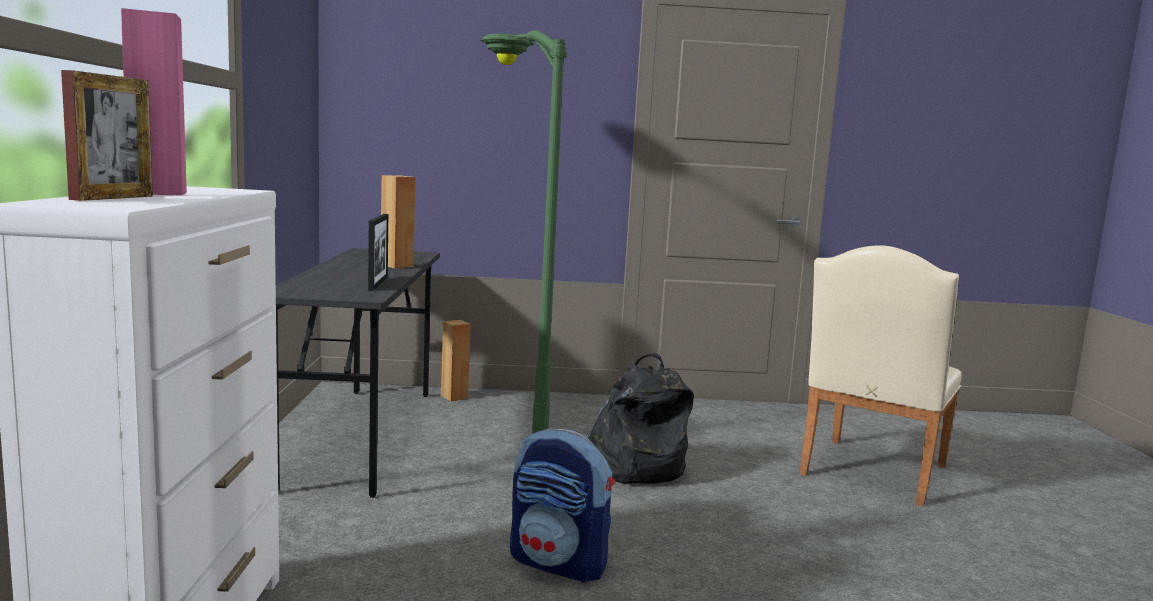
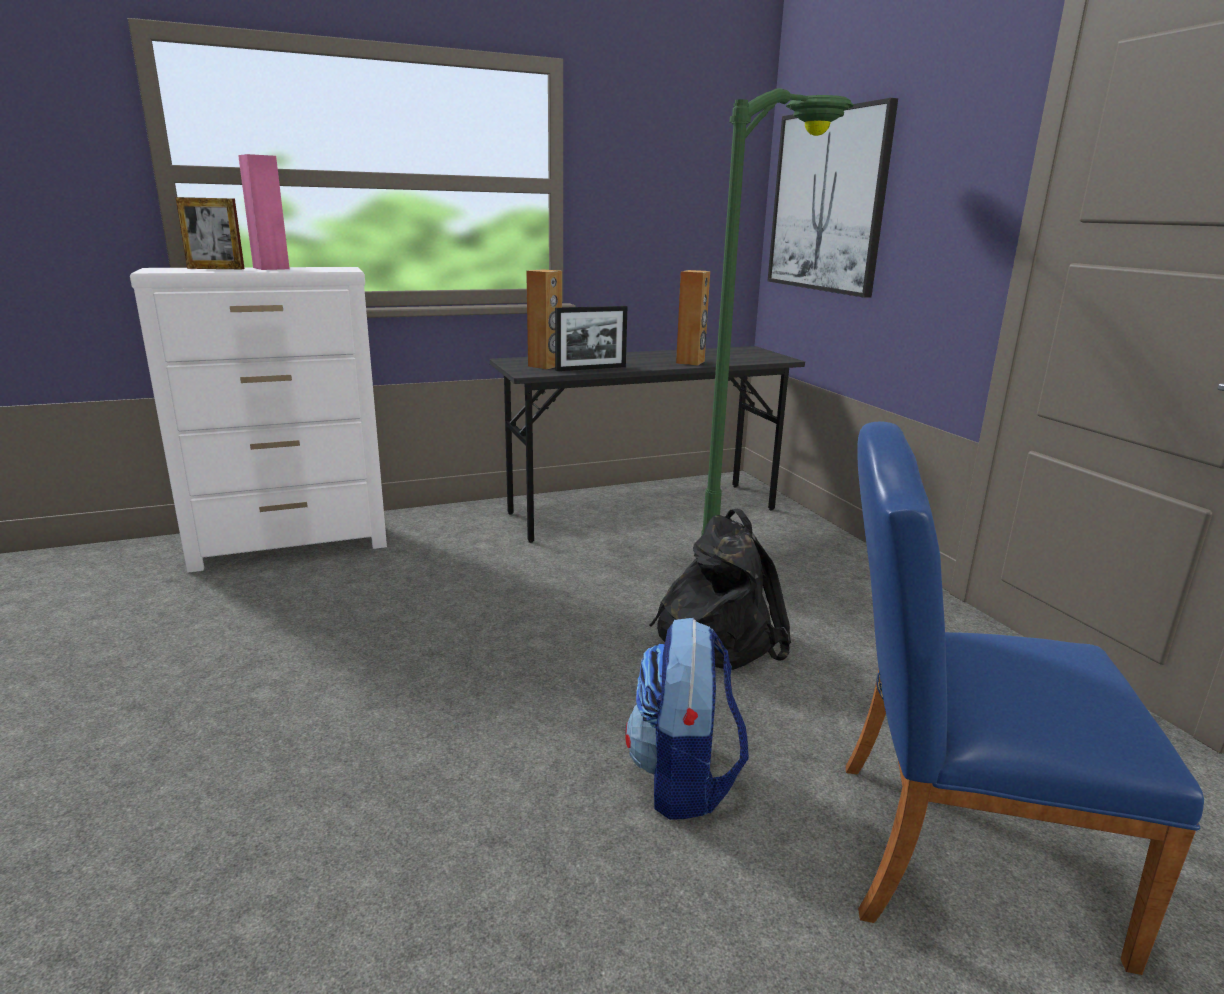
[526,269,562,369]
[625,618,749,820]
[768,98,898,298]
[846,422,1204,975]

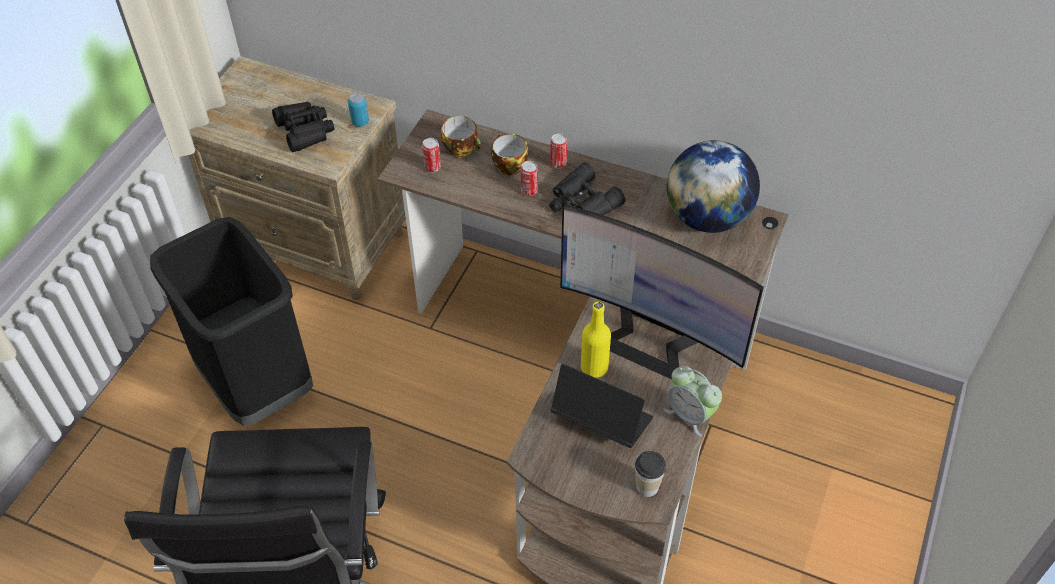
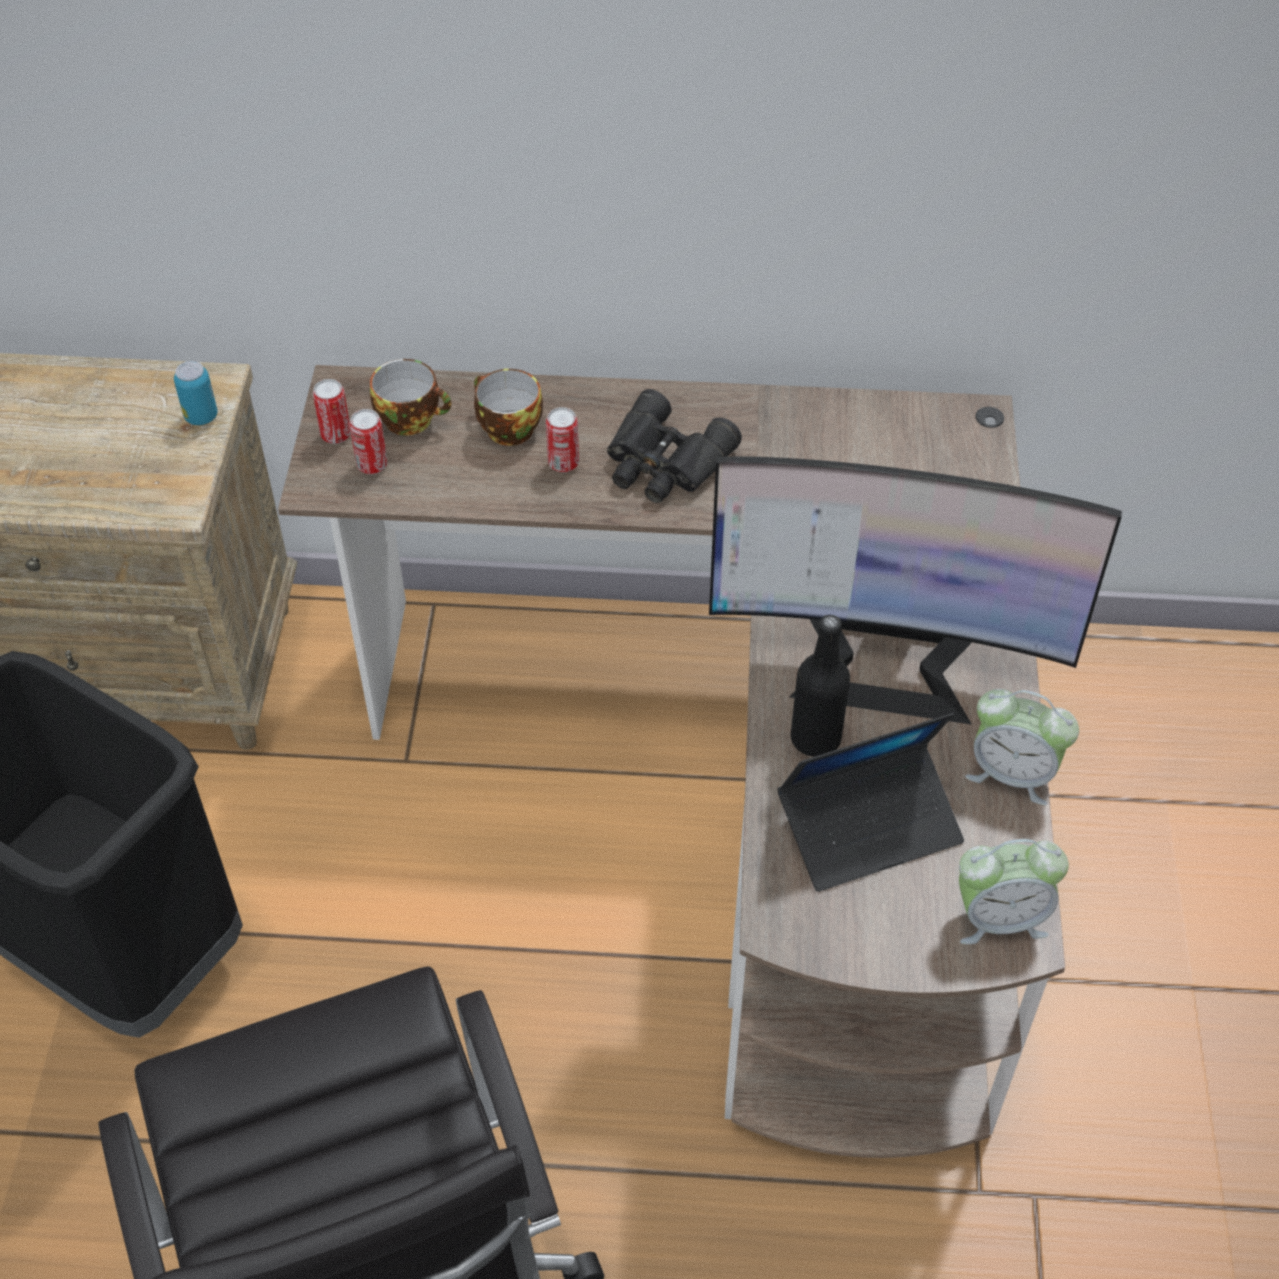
[313,379,351,444]
[777,713,964,892]
[790,615,850,757]
[959,839,1069,944]
[272,101,334,152] (first image)
[667,140,760,233] (first image)

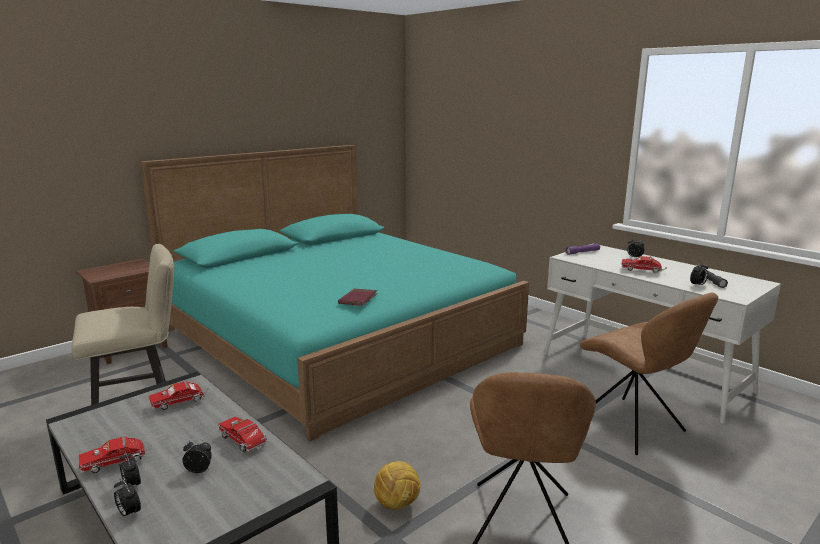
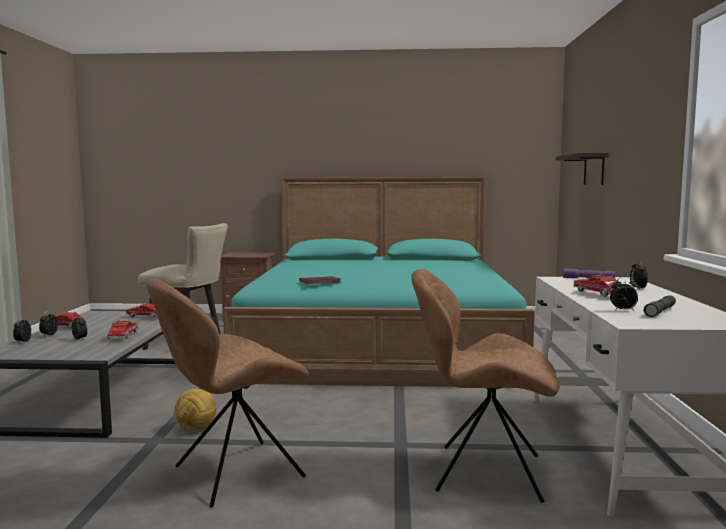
[411,269,559,503]
[556,152,609,185]

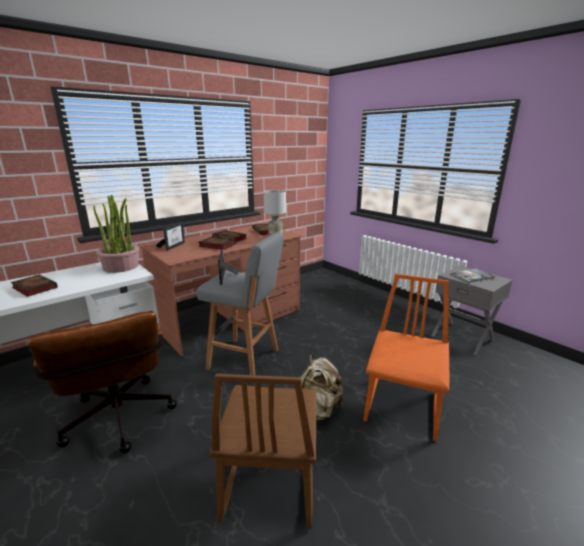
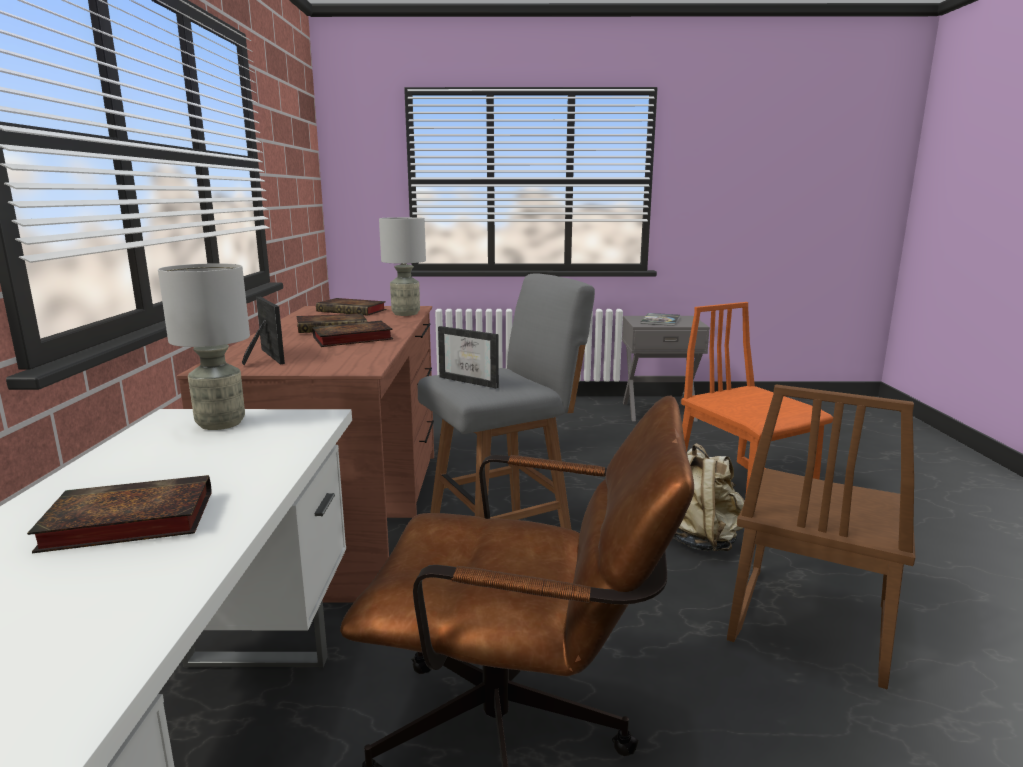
[158,263,250,430]
[727,384,916,689]

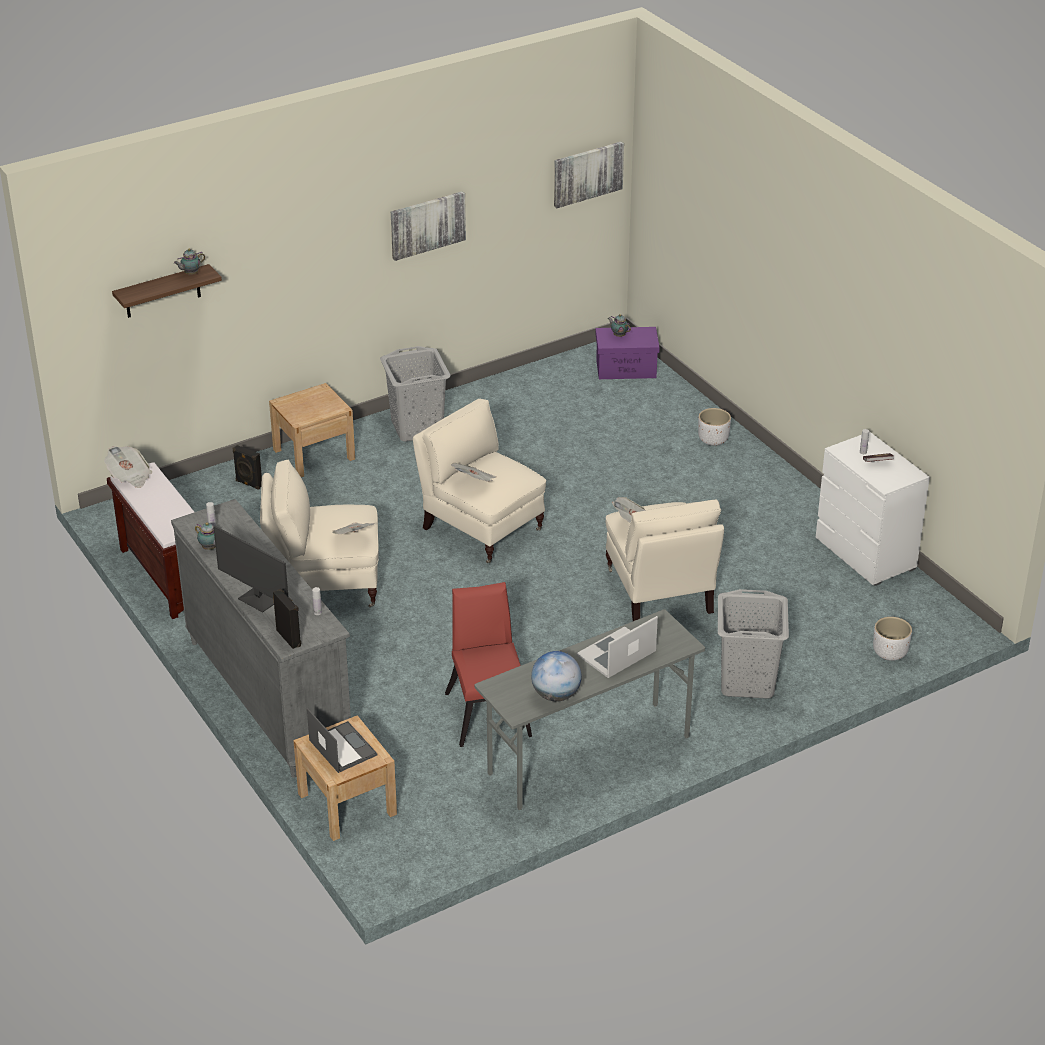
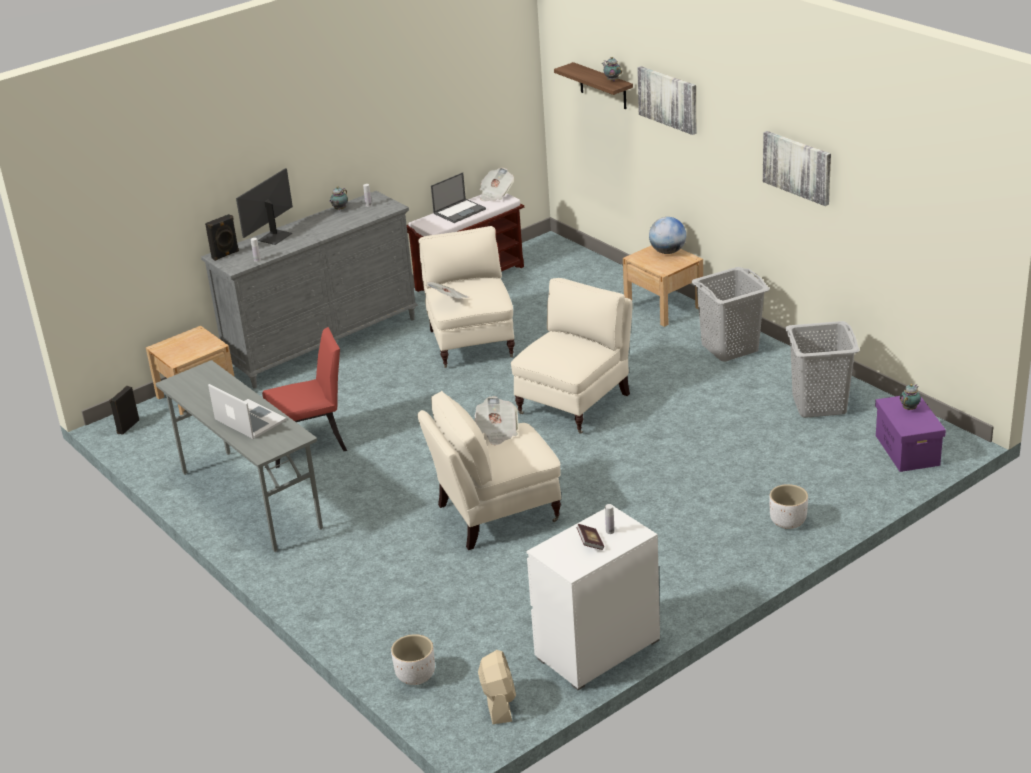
[109,386,139,435]
[431,173,486,223]
[478,650,516,724]
[637,66,696,135]
[649,217,686,254]
[785,321,860,418]
[451,463,496,482] (first image)

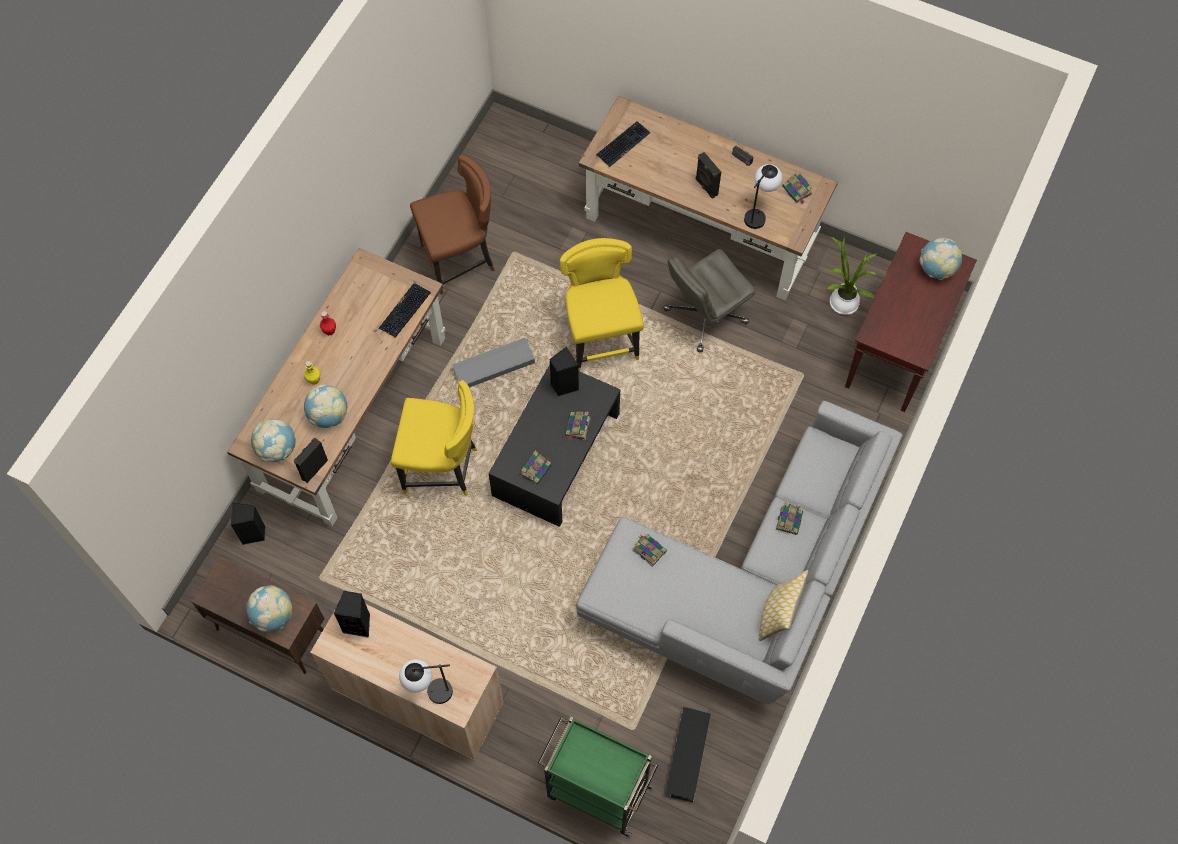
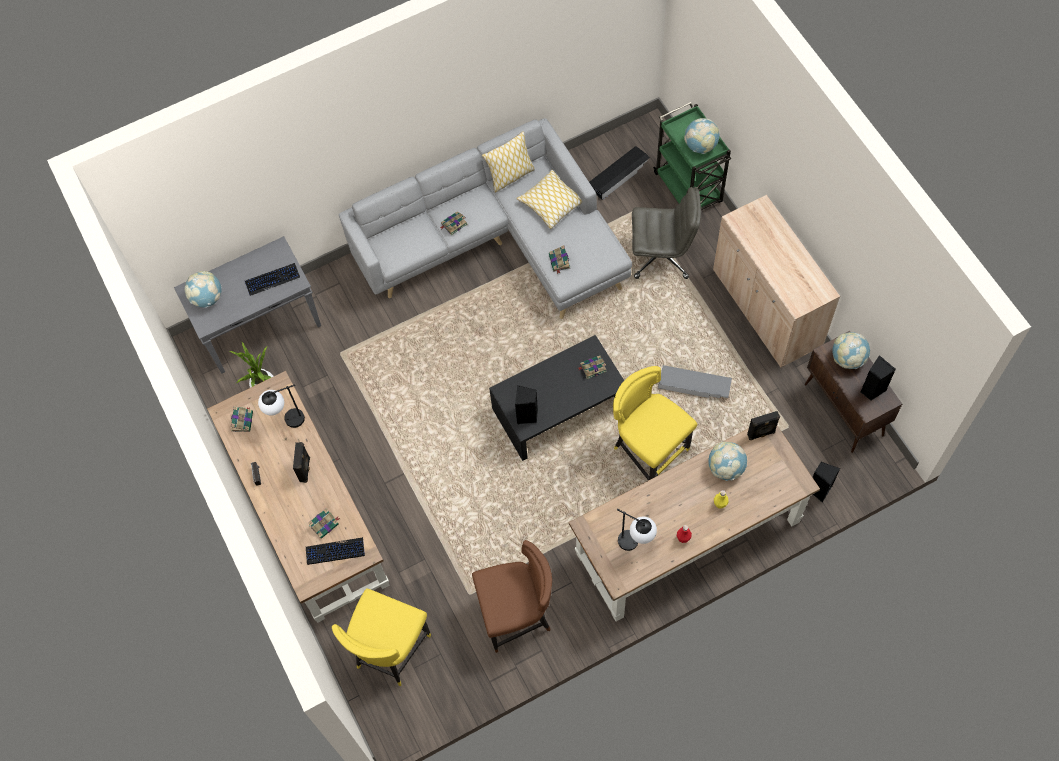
[174,236,321,373]
[245,263,300,296]
[308,508,340,539]
[332,588,431,686]
[472,540,552,653]
[516,170,582,229]
[617,509,657,551]
[632,187,701,279]
[658,365,732,398]
[684,118,719,154]
[861,355,896,401]

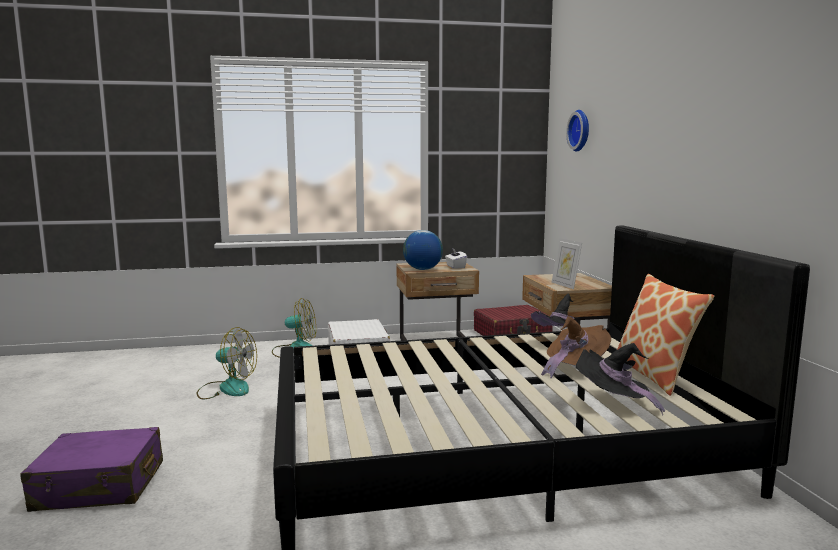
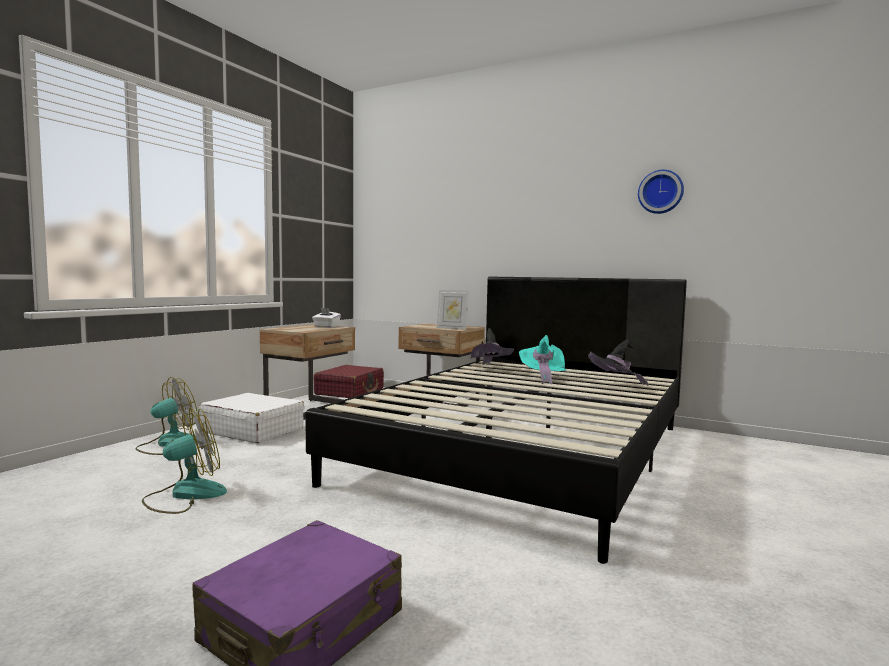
[519,335,566,384]
[638,170,684,214]
[403,230,443,270] (first image)
[617,274,714,396] (first image)

